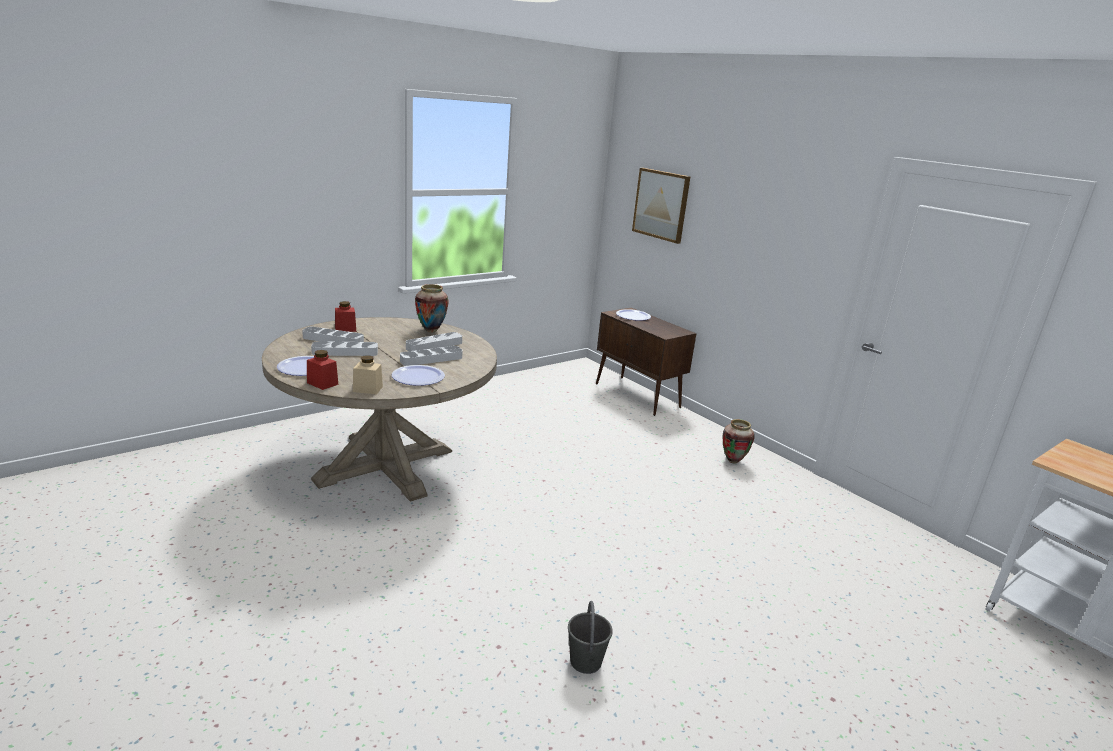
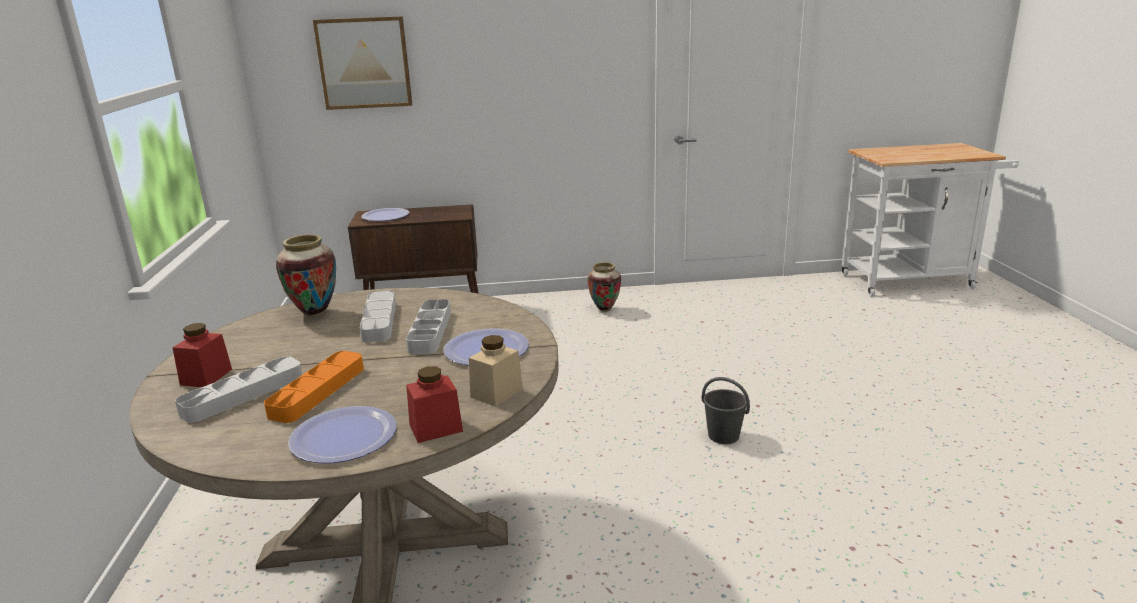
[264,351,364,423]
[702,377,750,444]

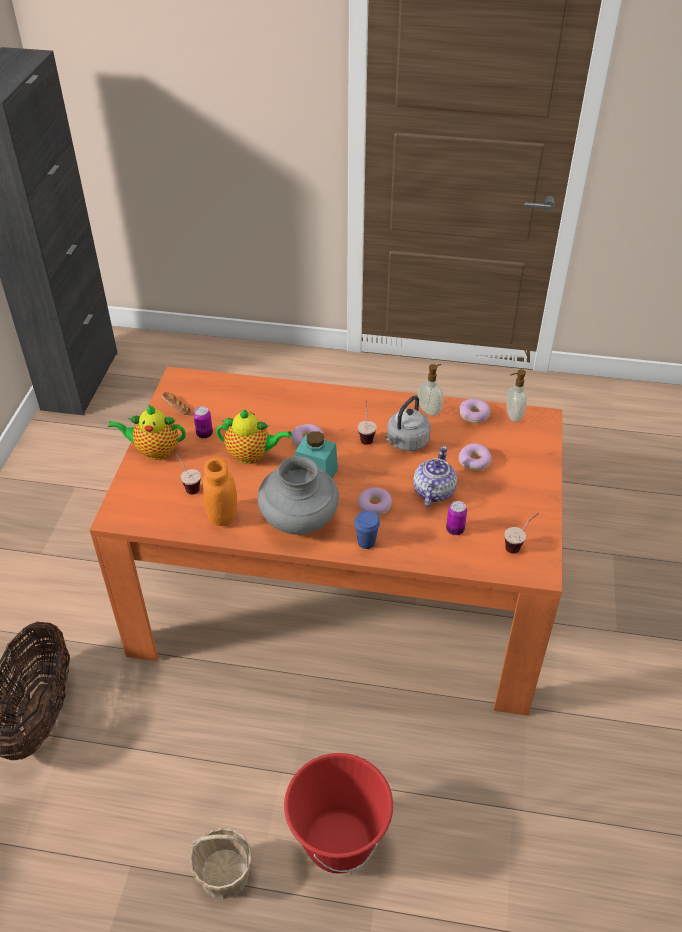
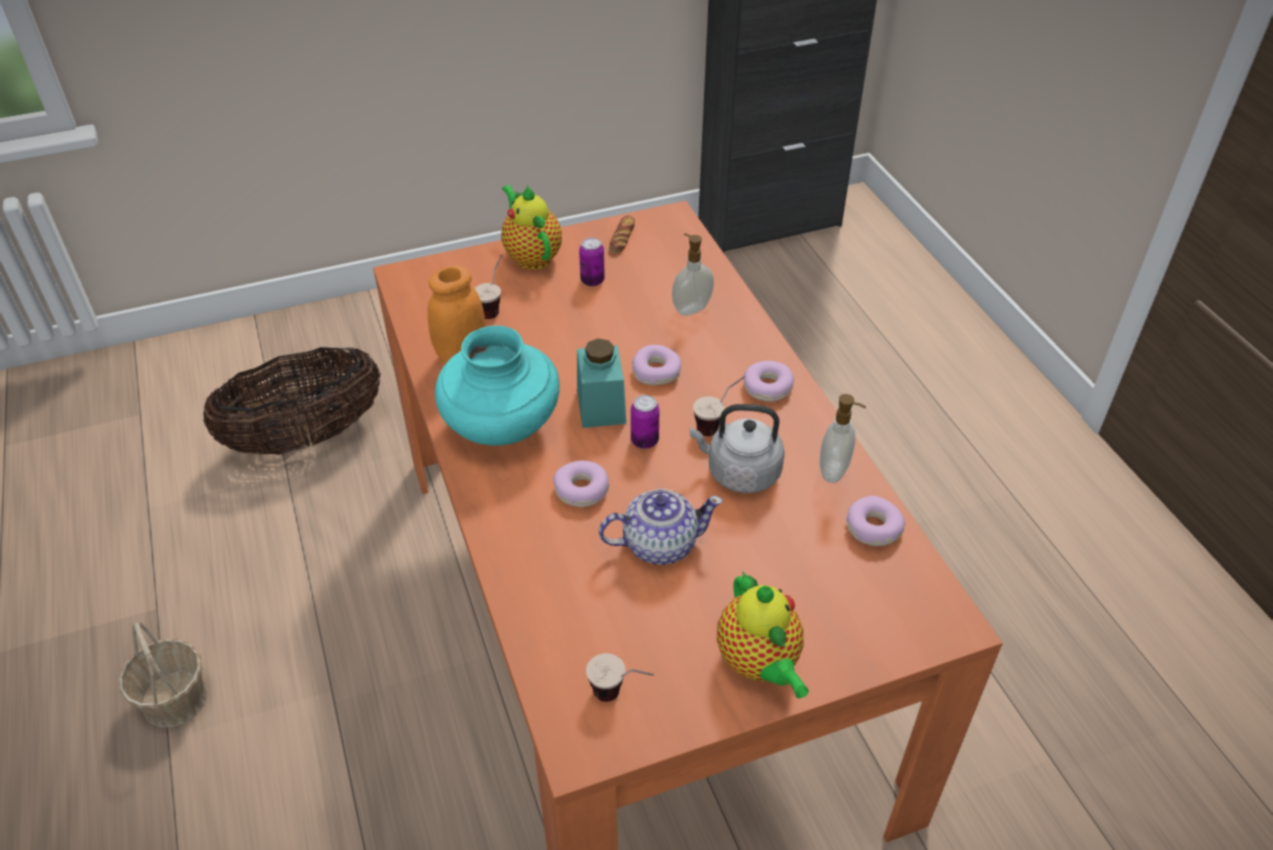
[435,326,560,446]
[631,395,660,449]
[672,233,714,316]
[717,572,809,698]
[743,361,794,402]
[284,753,393,874] (first image)
[354,511,380,549] (first image)

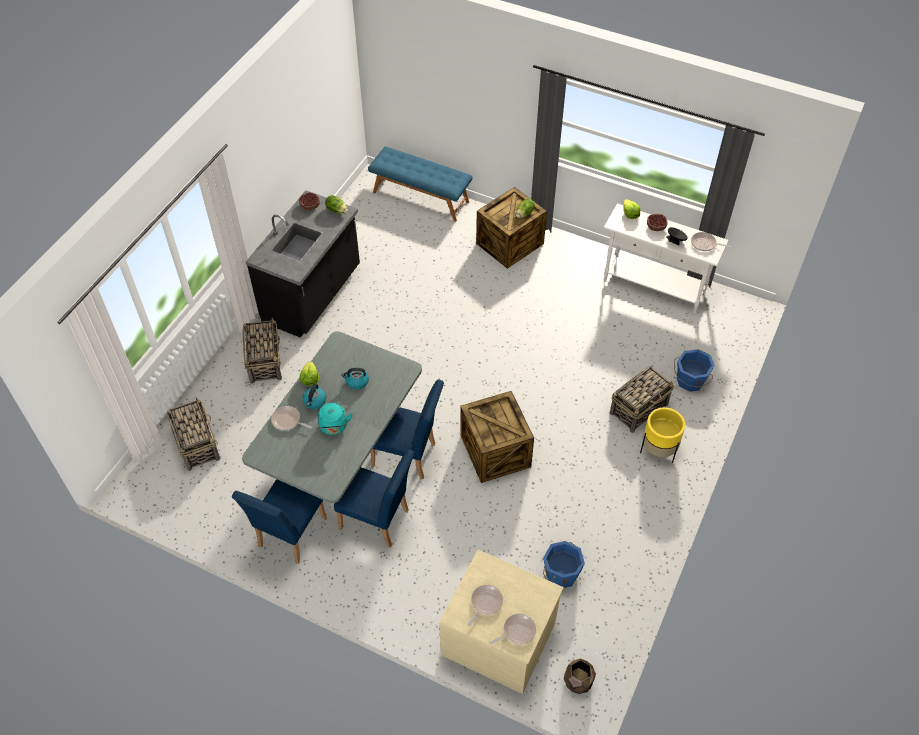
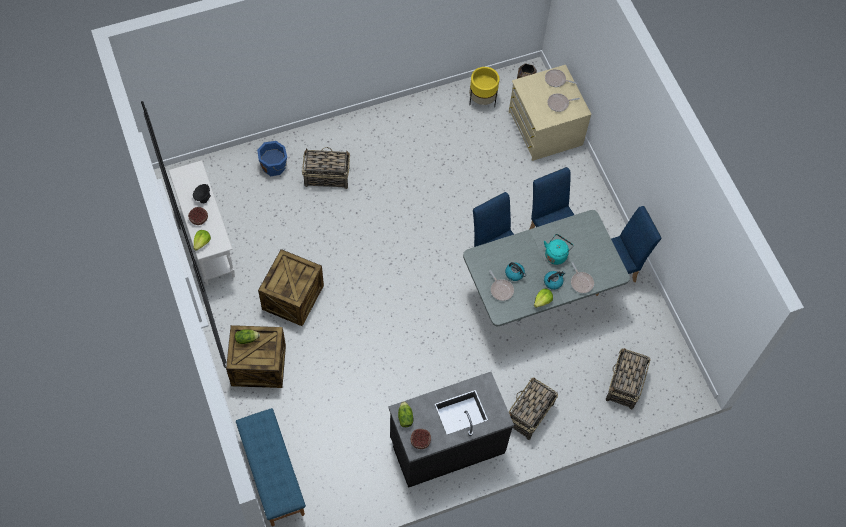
[258,249,324,326]
[469,67,499,107]
[489,270,514,301]
[543,541,585,588] (first image)

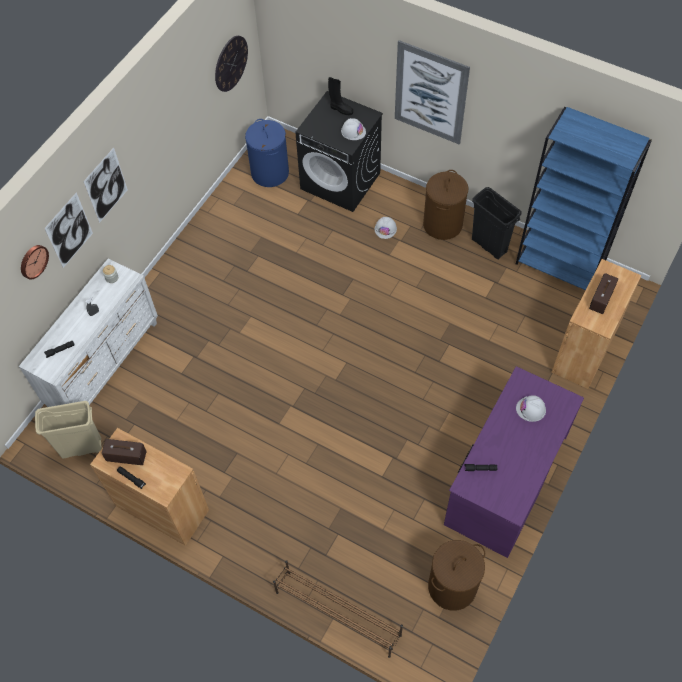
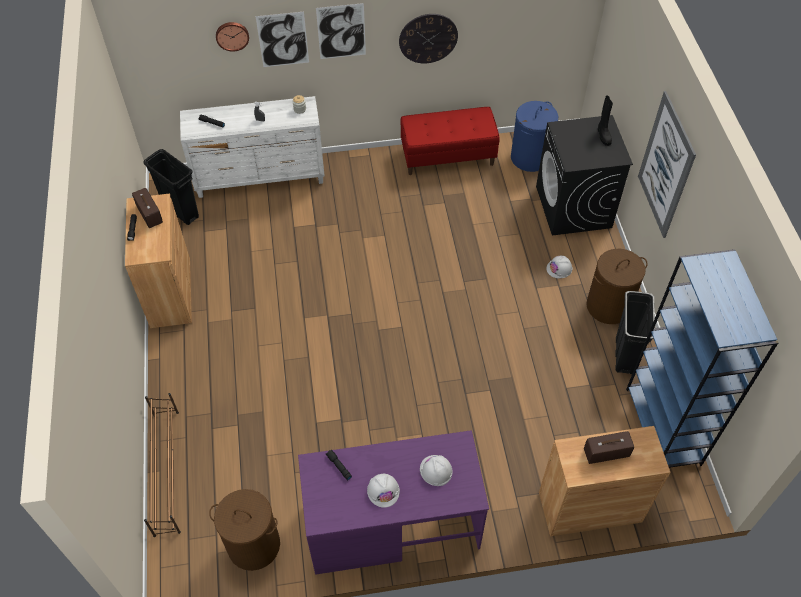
[143,149,199,225]
[367,474,400,508]
[399,14,458,63]
[400,107,500,175]

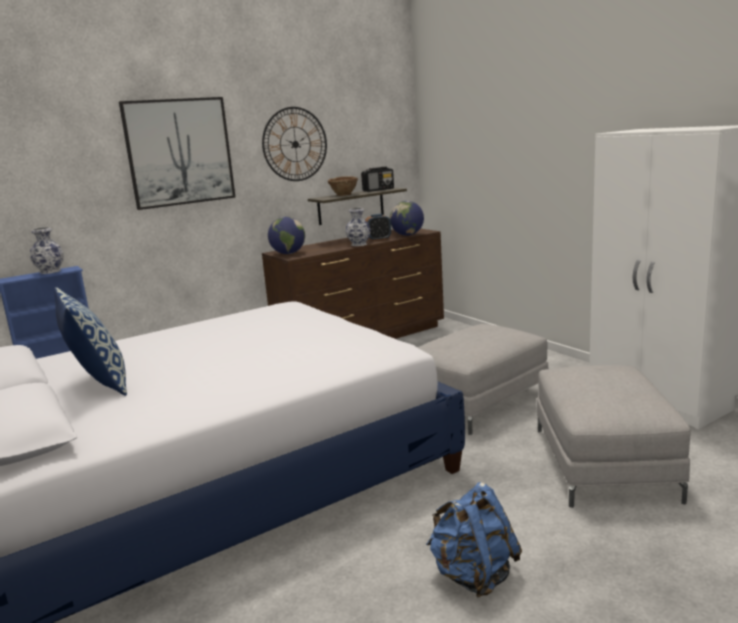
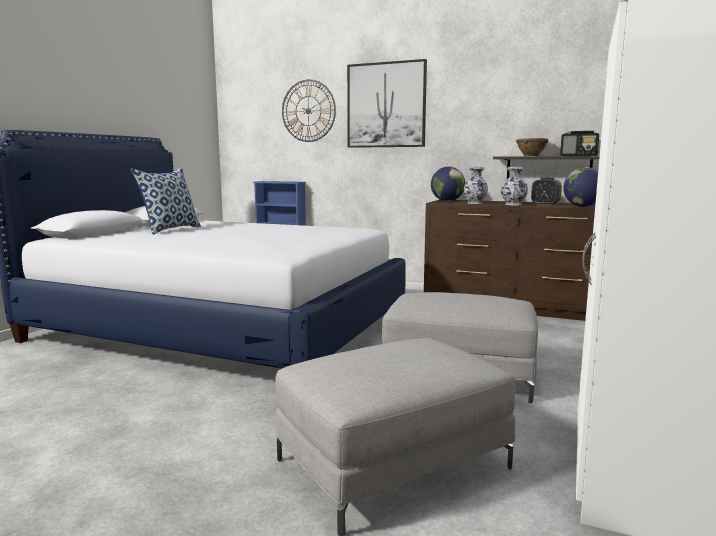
[282,79,336,142]
[463,167,488,204]
[426,482,522,598] (first image)

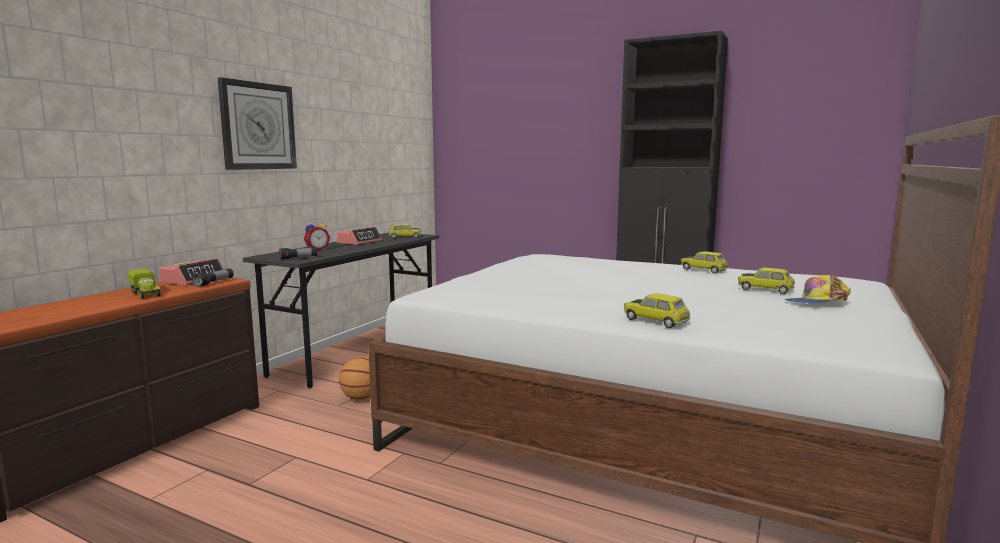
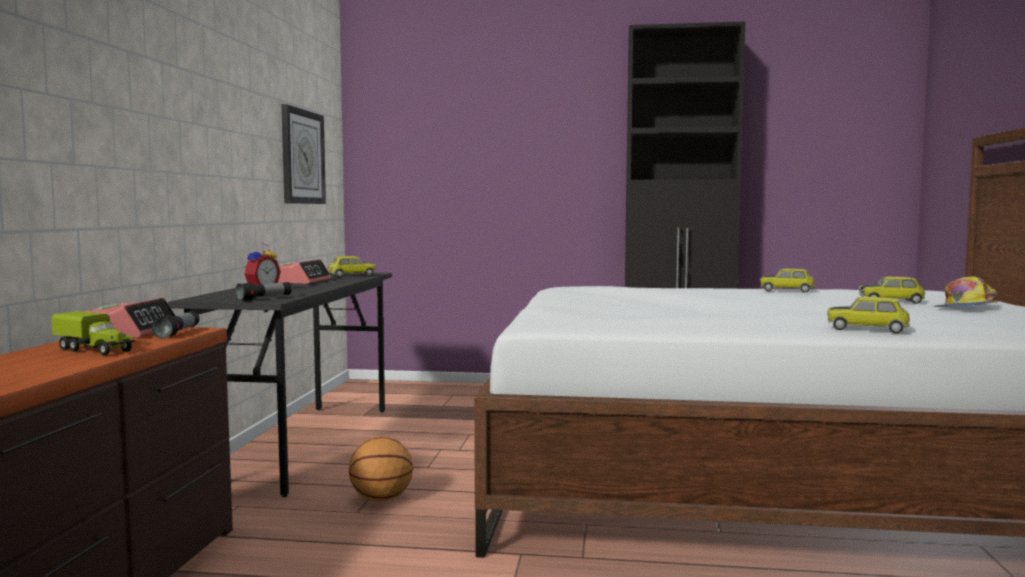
[281,104,326,204]

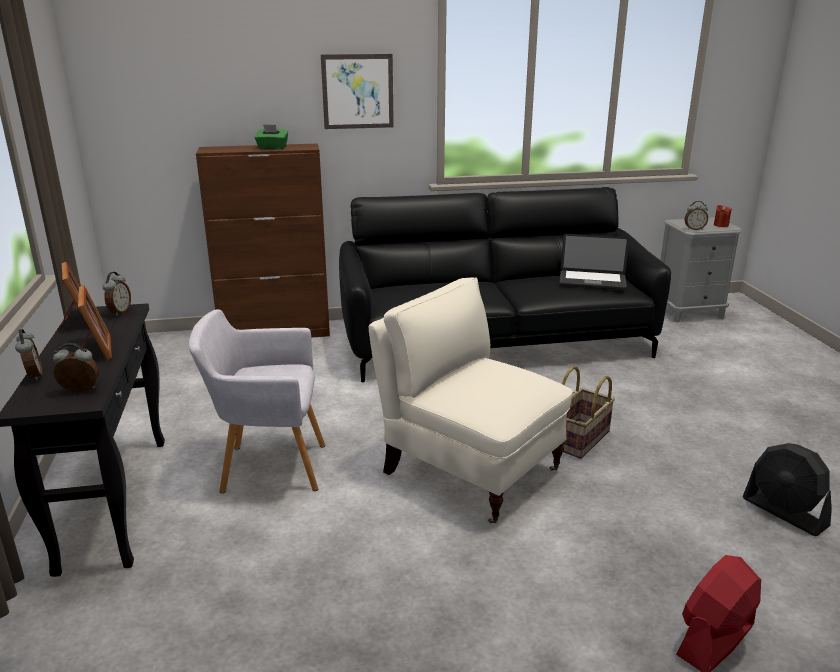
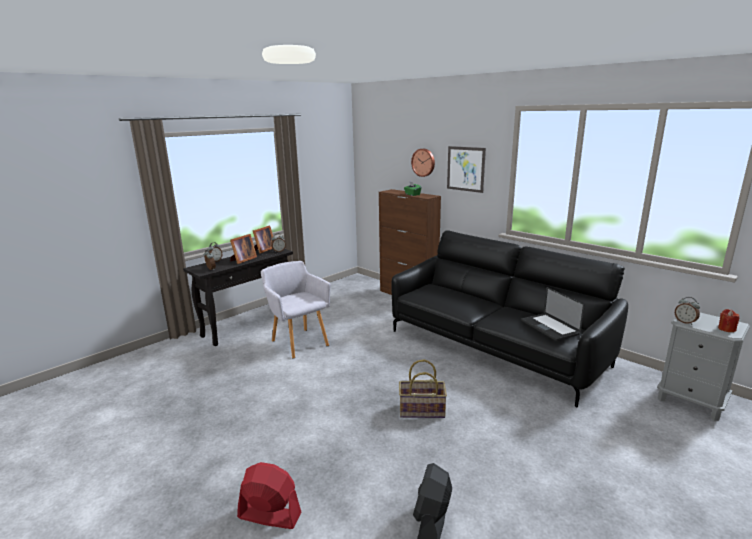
[411,149,435,177]
[369,277,573,523] (first image)

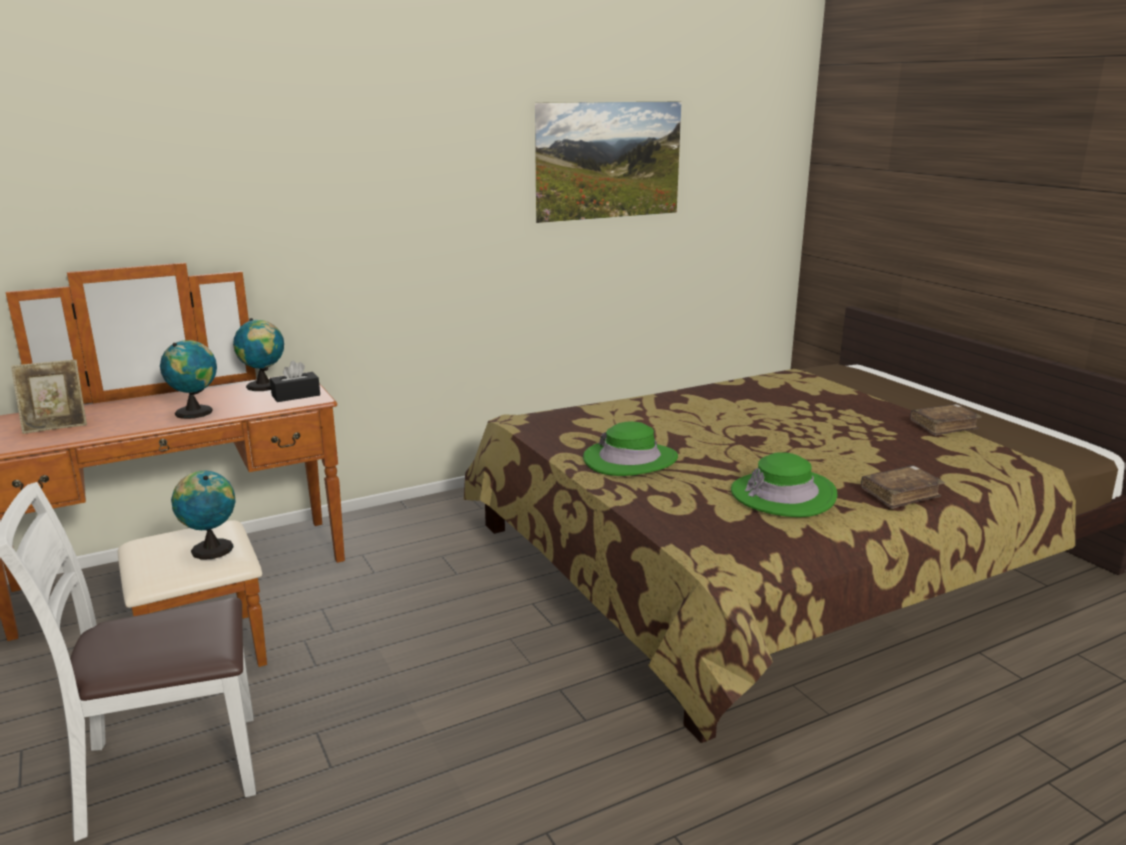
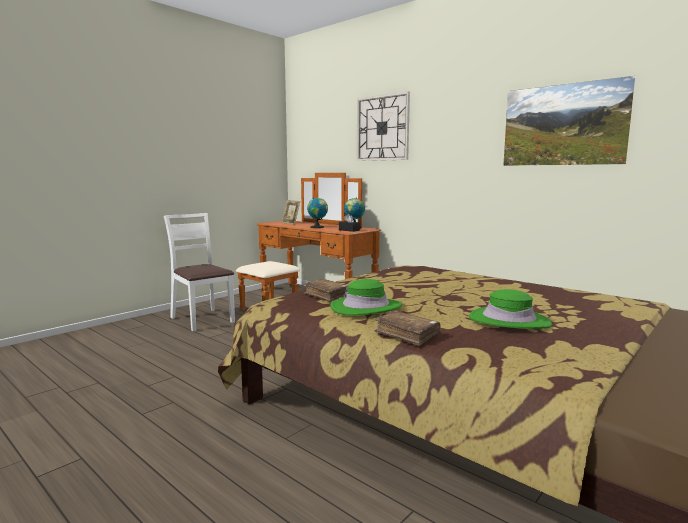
[303,279,348,302]
[357,91,410,161]
[469,289,552,329]
[171,471,236,560] (first image)

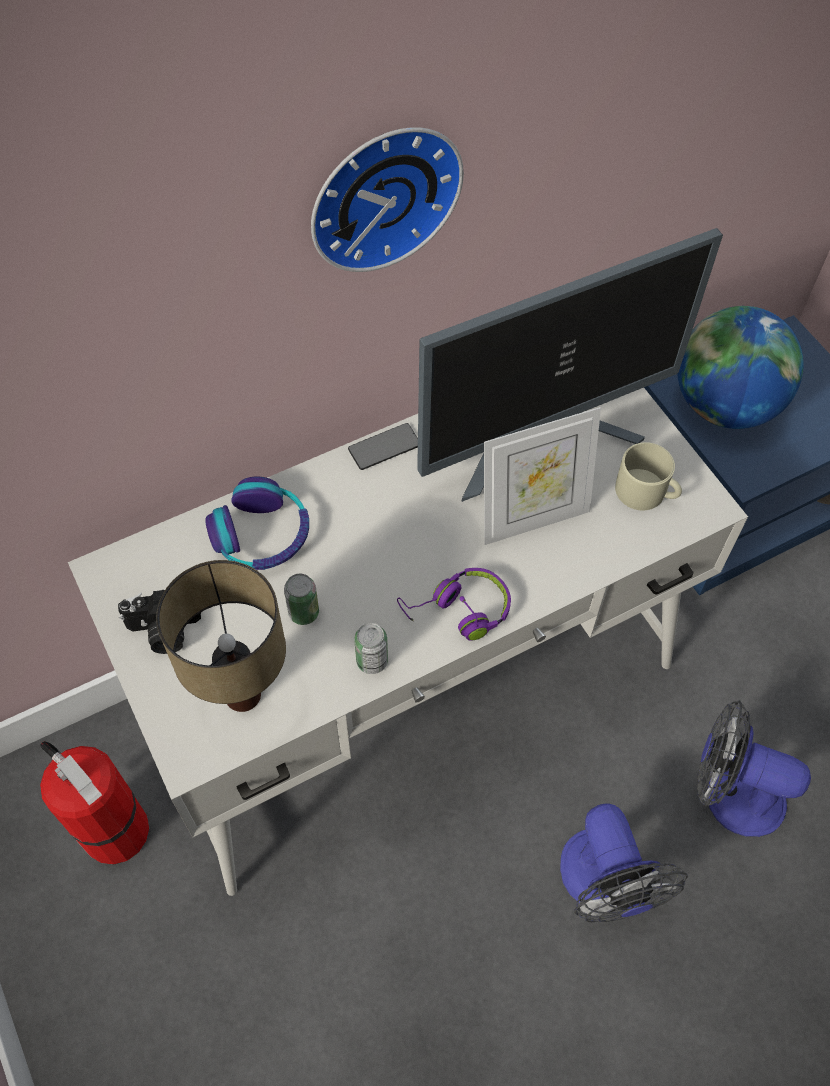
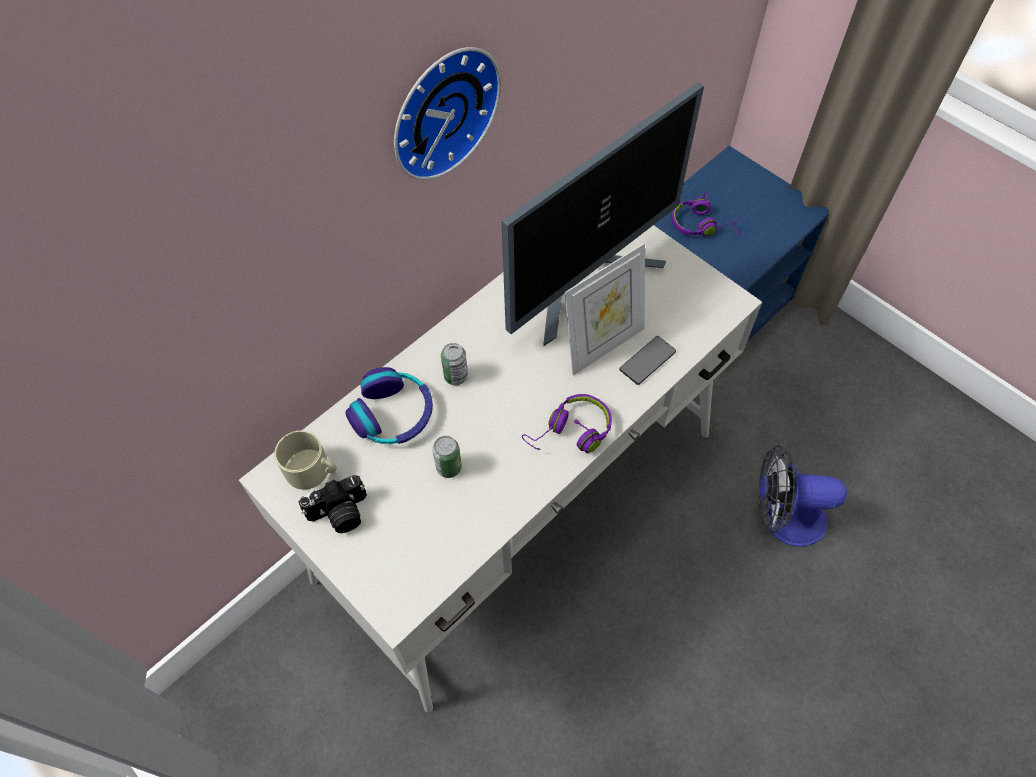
[274,430,337,490]
[441,343,468,385]
[619,336,676,385]
[671,192,740,237]
[40,741,149,864] (first image)
[156,560,286,712] (first image)
[560,804,688,922] (first image)

